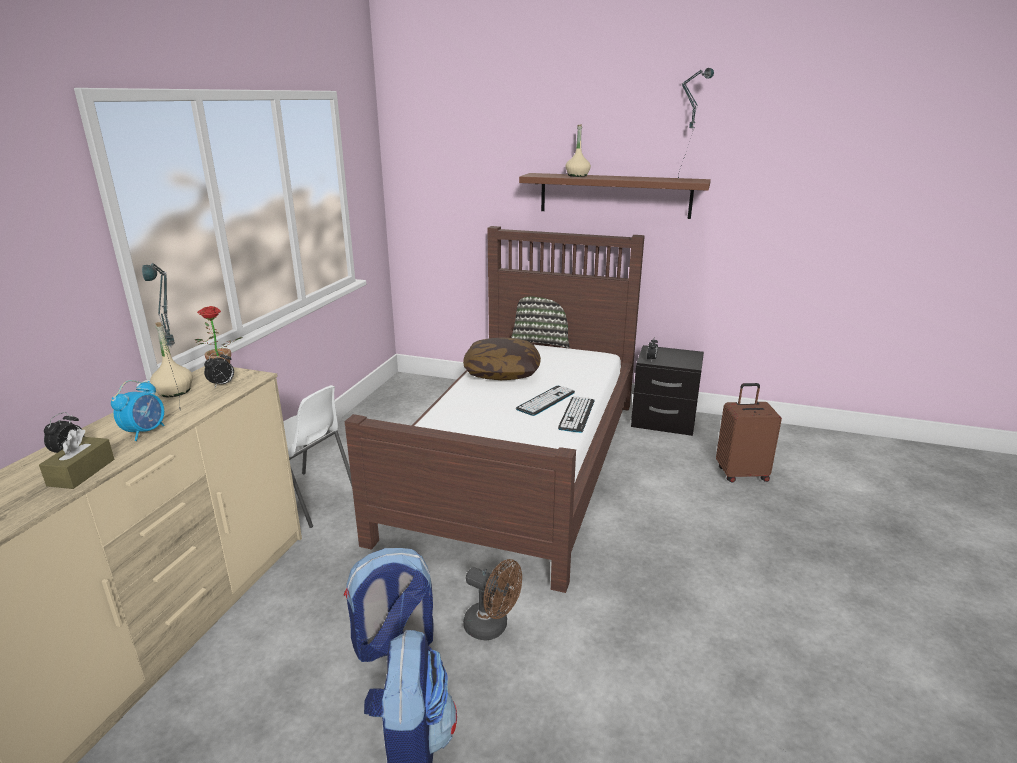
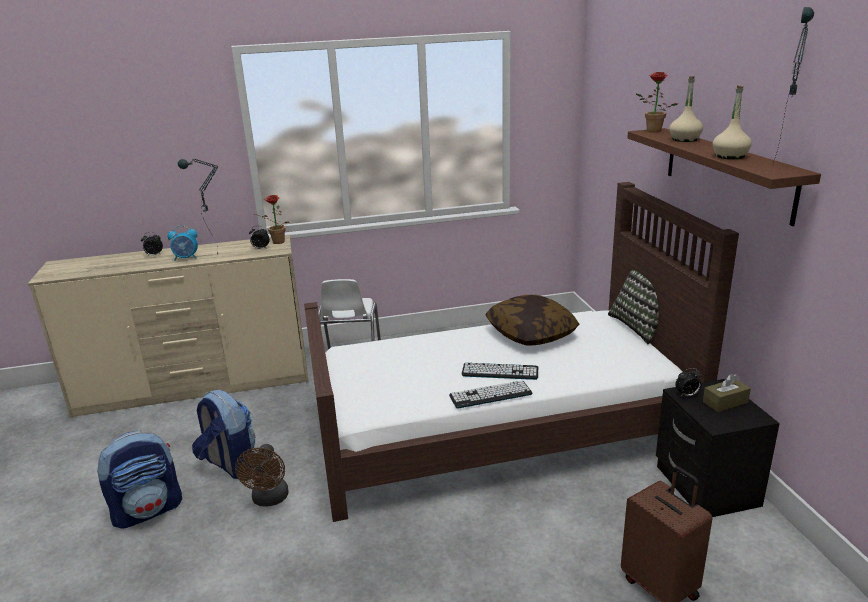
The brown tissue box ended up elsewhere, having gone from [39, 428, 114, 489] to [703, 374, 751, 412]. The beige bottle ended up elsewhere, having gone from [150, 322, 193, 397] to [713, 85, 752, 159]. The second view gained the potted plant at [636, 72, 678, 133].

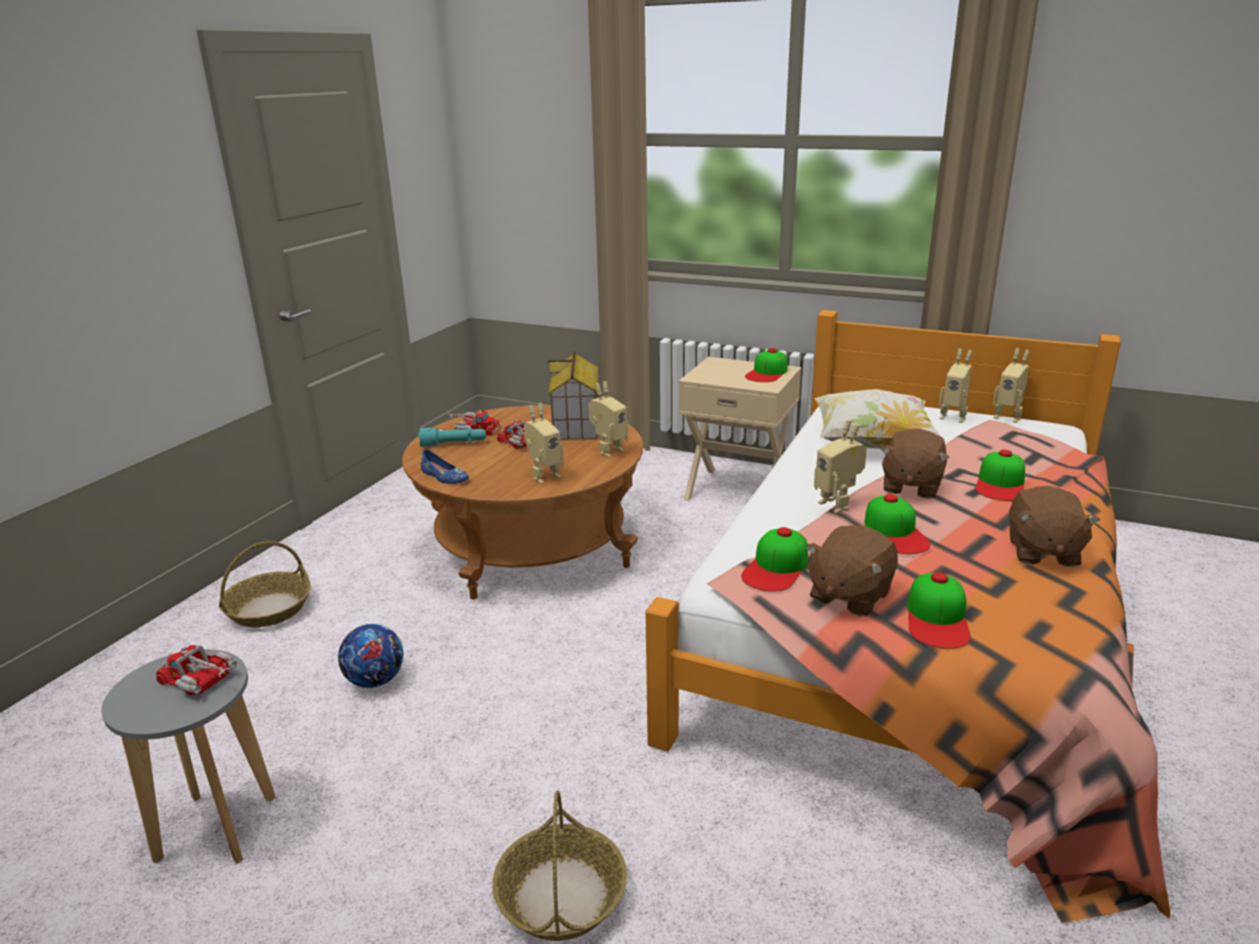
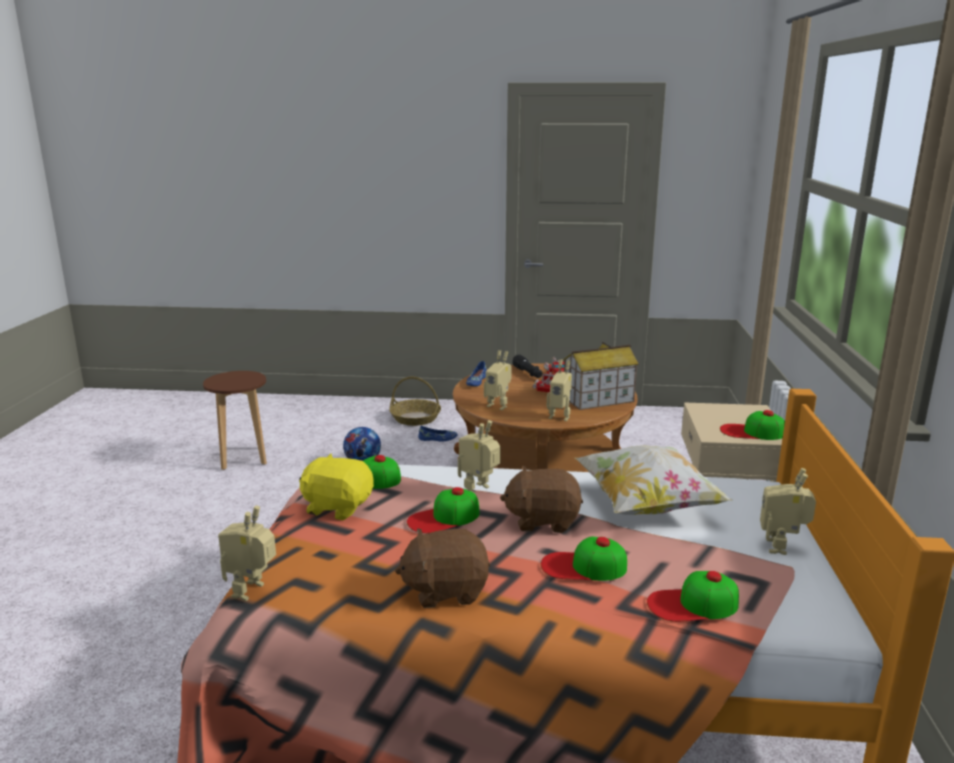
What was the grey stool at [102, 649, 276, 864] turned into the brown stool at [203, 371, 267, 470]. The second view lost the toy truck at [156, 645, 237, 695]. What was the turquoise flashlight at [418, 427, 486, 447] turned into the black flashlight at [512, 355, 542, 378]. The second view lost the basket at [492, 791, 627, 941]. What was the brown plush toy at [805, 525, 898, 616] turned into the yellow plush toy at [299, 454, 374, 520]. The cap ended up elsewhere, having gone from [907, 572, 971, 649] to [647, 571, 739, 622]. The toy robot ended up elsewhere, having gone from [993, 348, 1030, 423] to [218, 505, 276, 601]. The second view gained the blue shoe at [418, 426, 458, 442].

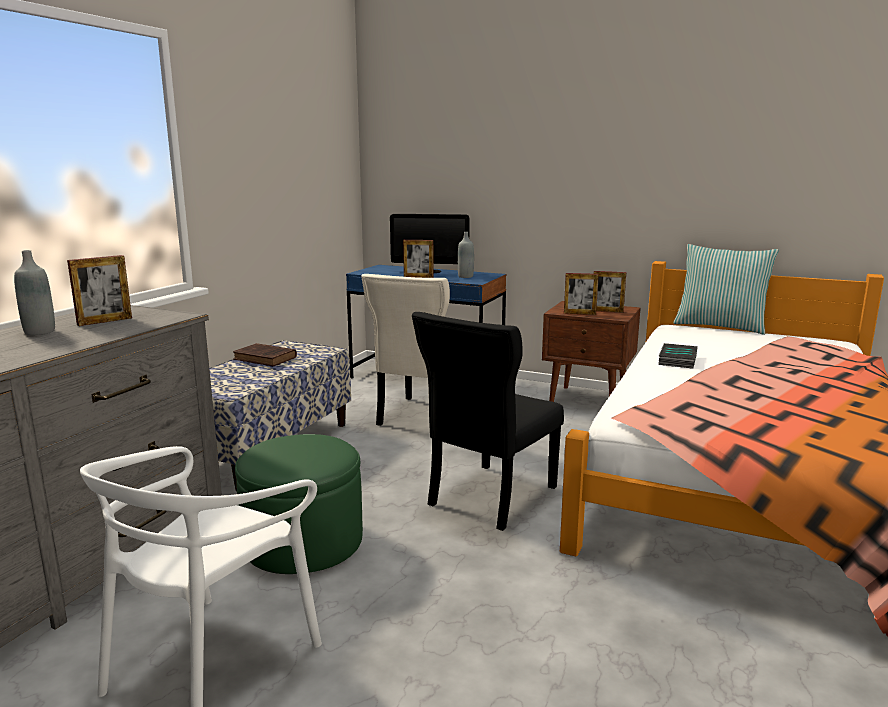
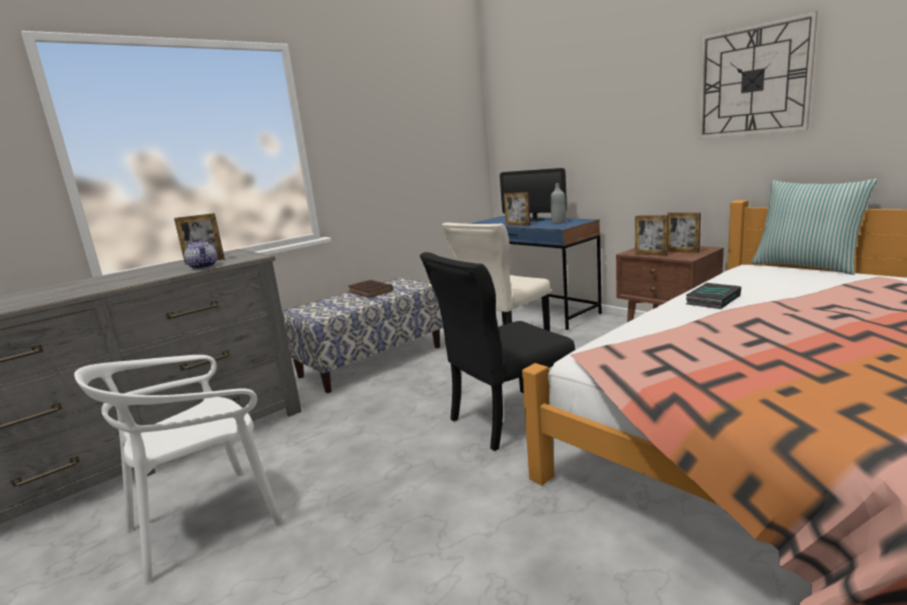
The second view lost the grey bottle at [14, 250, 55, 335]. The second view lost the green ottoman at [235, 434, 363, 574]. The second view gained the teapot at [184, 238, 217, 269]. The second view gained the wall clock at [699, 11, 818, 139].

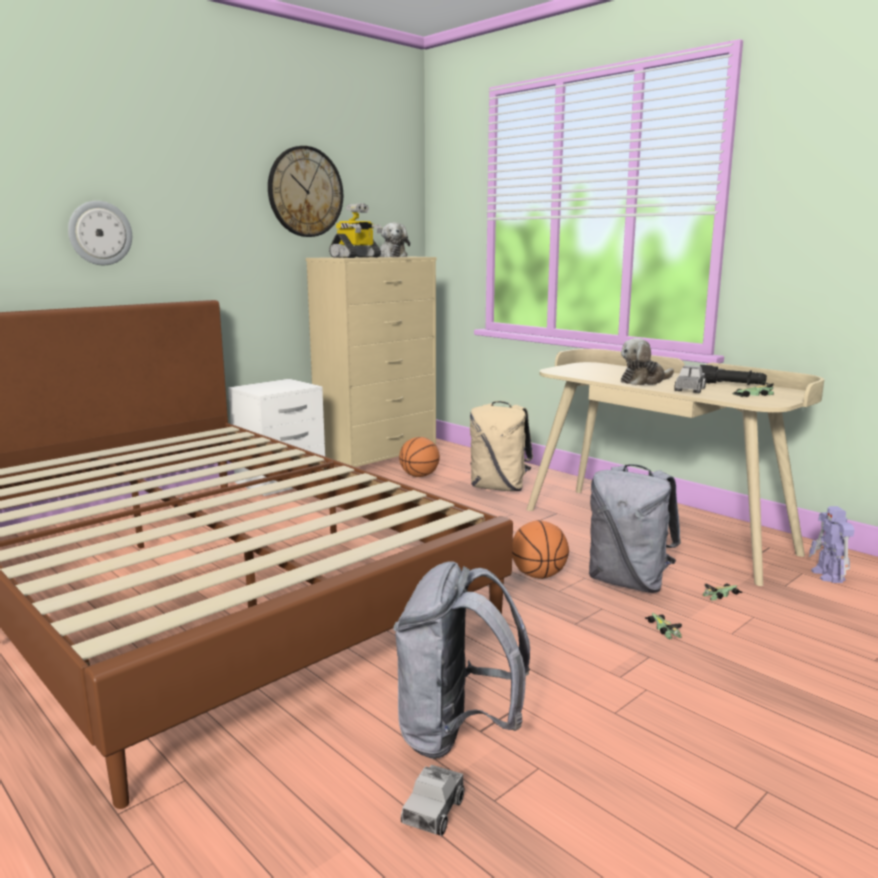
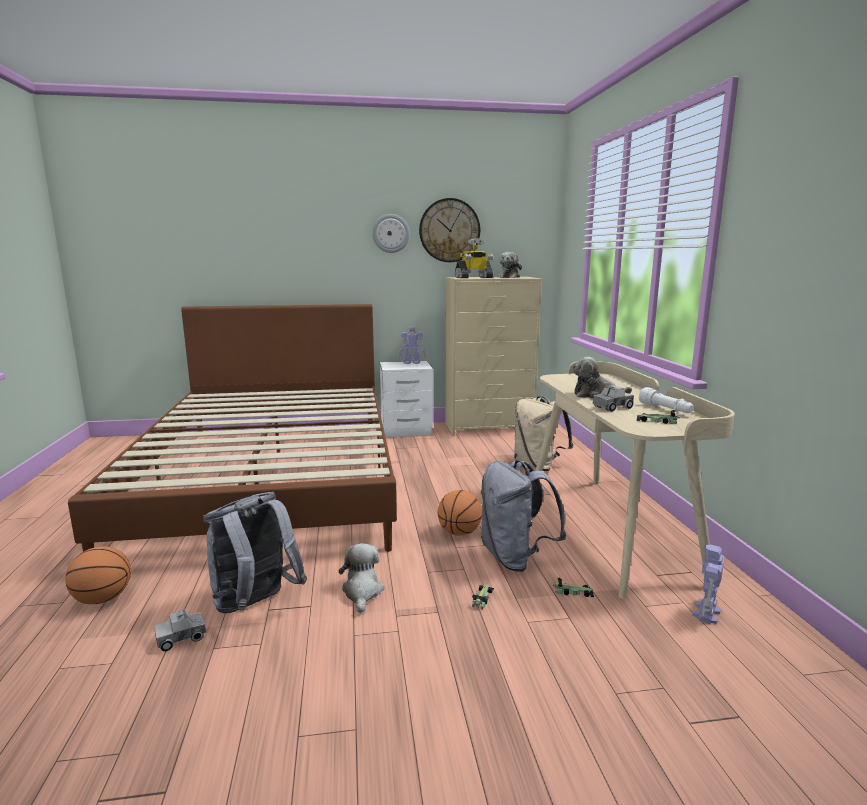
The wall clock ended up elsewhere, having gone from [68, 201, 132, 265] to [372, 214, 410, 253]. The basketball ended up elsewhere, having gone from [399, 437, 440, 477] to [65, 546, 131, 604]. What was the black flashlight at [701, 365, 767, 385] turned into the white flashlight at [639, 387, 694, 413]. The second view gained the plush toy at [339, 543, 384, 613]. The second view gained the toy robot at [399, 327, 426, 364].

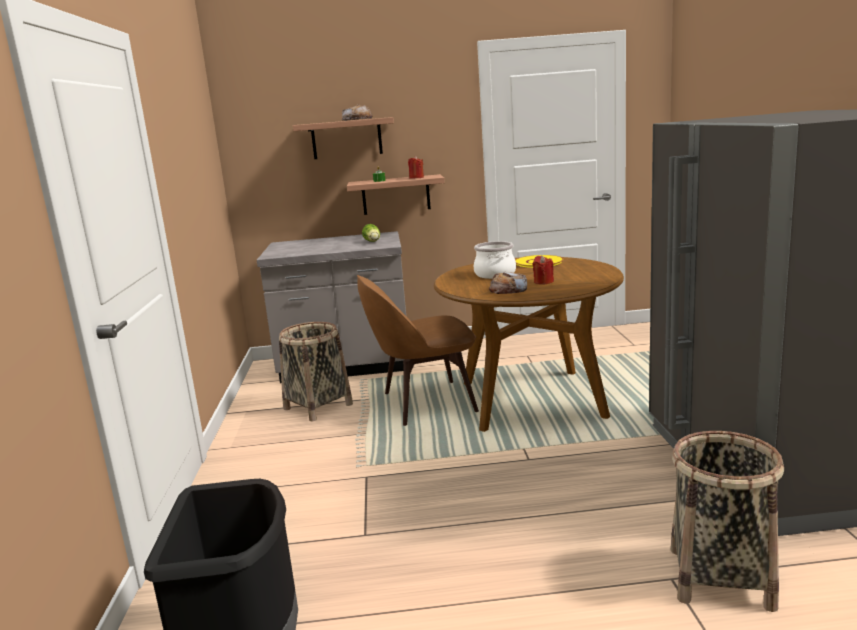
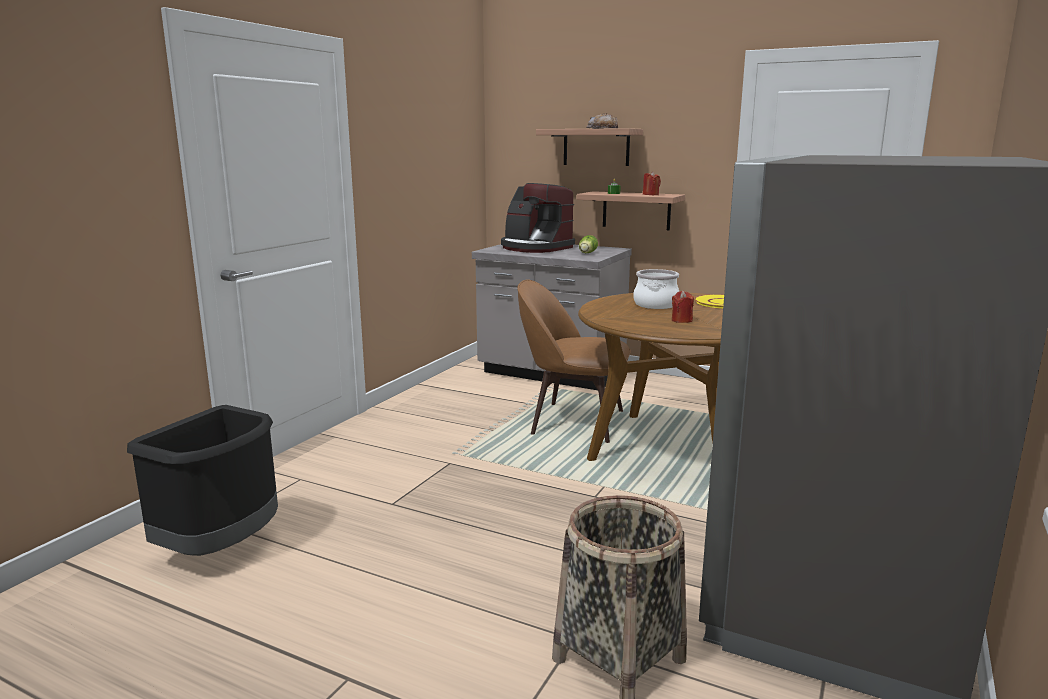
The second view lost the basket at [279, 322, 353, 421]. The second view lost the bread at [489, 272, 527, 294]. The second view gained the coffee machine at [501, 183, 575, 253].

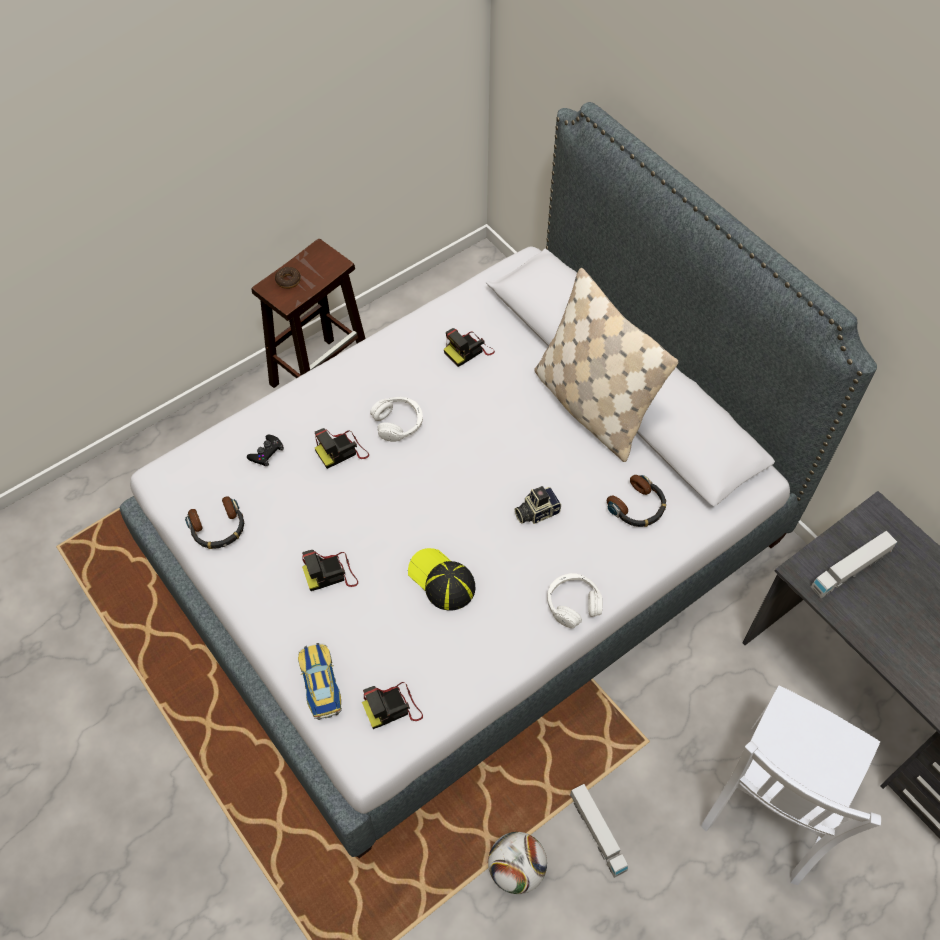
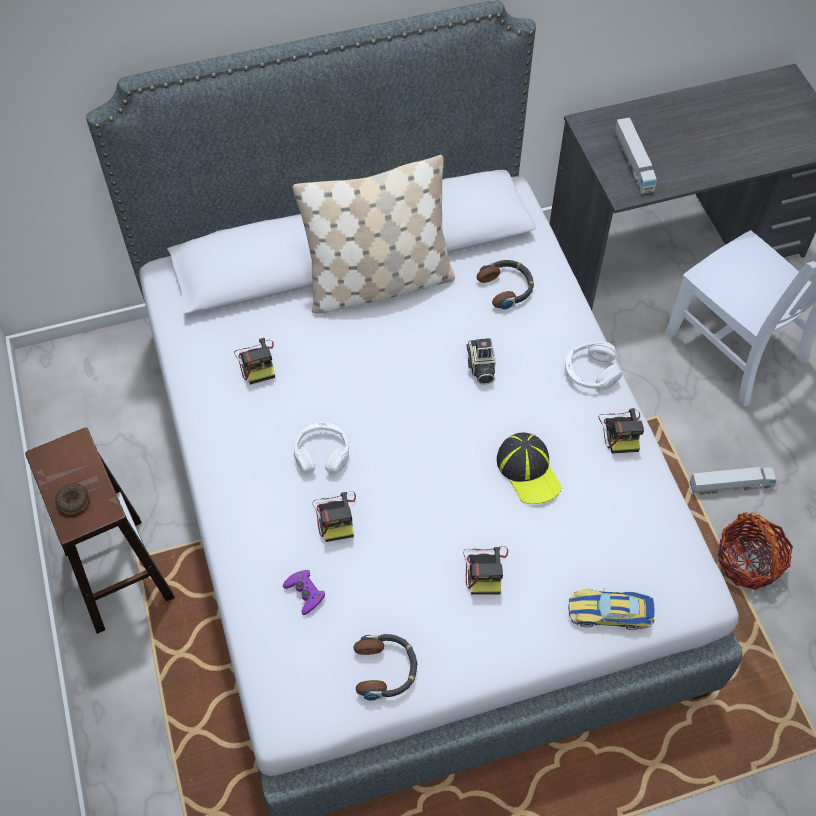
What was the black game controller at [247, 434, 284, 467] turned into the purple game controller at [283, 570, 325, 615]. The photo camera ended up elsewhere, having gone from [362, 682, 423, 729] to [599, 408, 644, 454]. The cap at [408, 548, 476, 611] ended up facing another way, 90 degrees counterclockwise from before. Where the football stood at [488, 832, 547, 894], the basket came to stand at [718, 512, 793, 590].

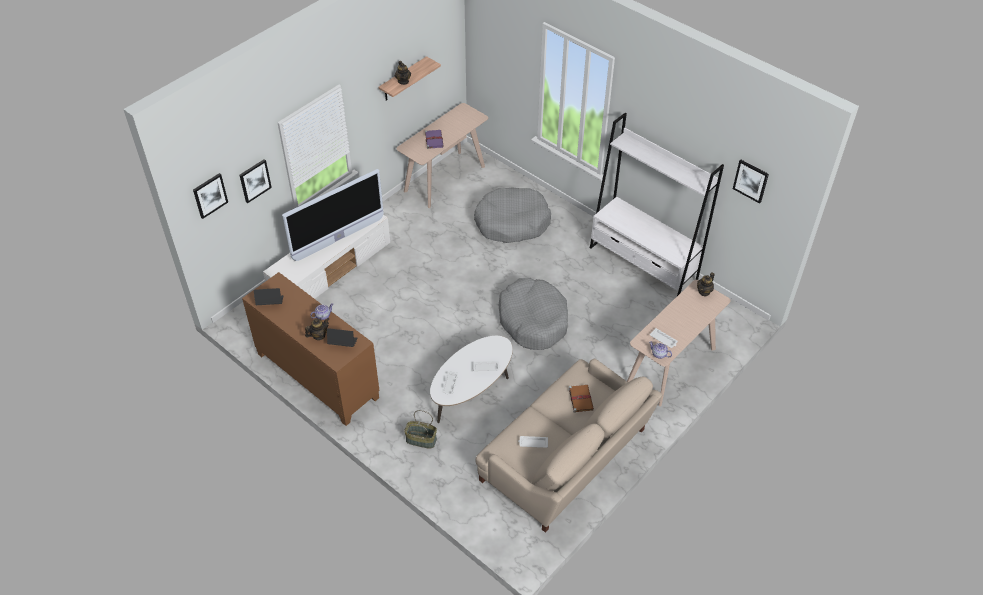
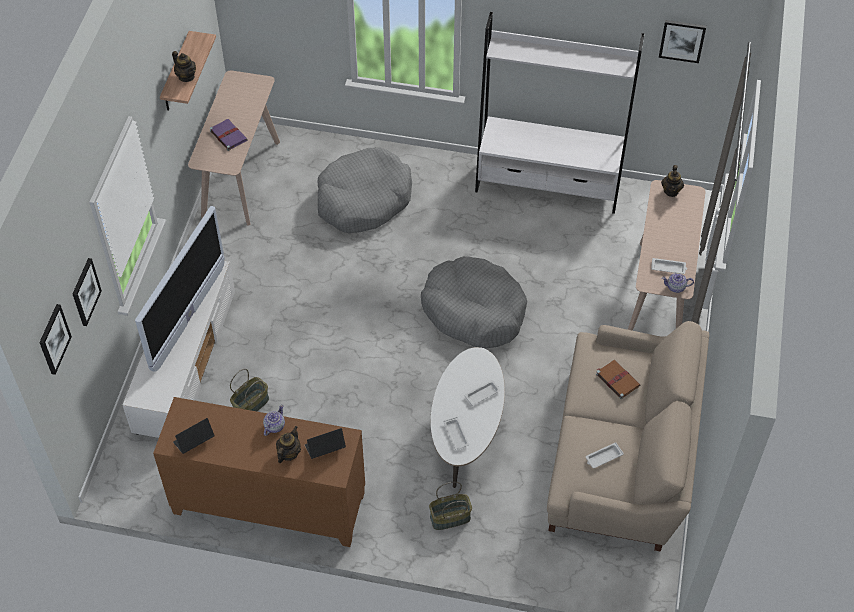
The second view gained the basket at [230, 369, 269, 411].

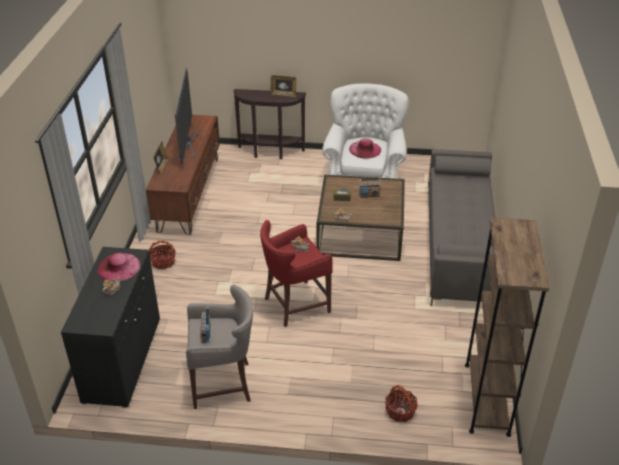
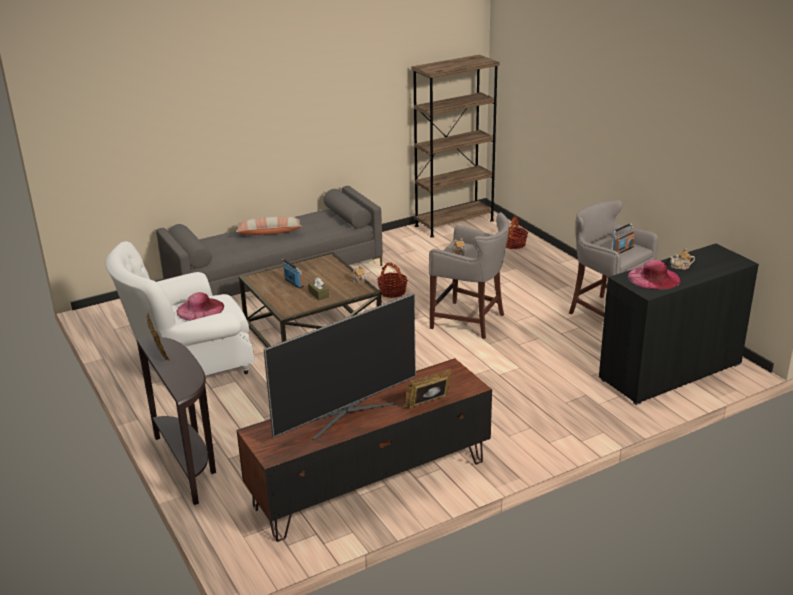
The basket ended up elsewhere, having gone from [149, 240, 176, 269] to [377, 263, 408, 298]. What was the red stool at [260, 220, 332, 327] turned into the grey stool at [429, 212, 509, 339]. The second view gained the pillow at [236, 217, 302, 235].

